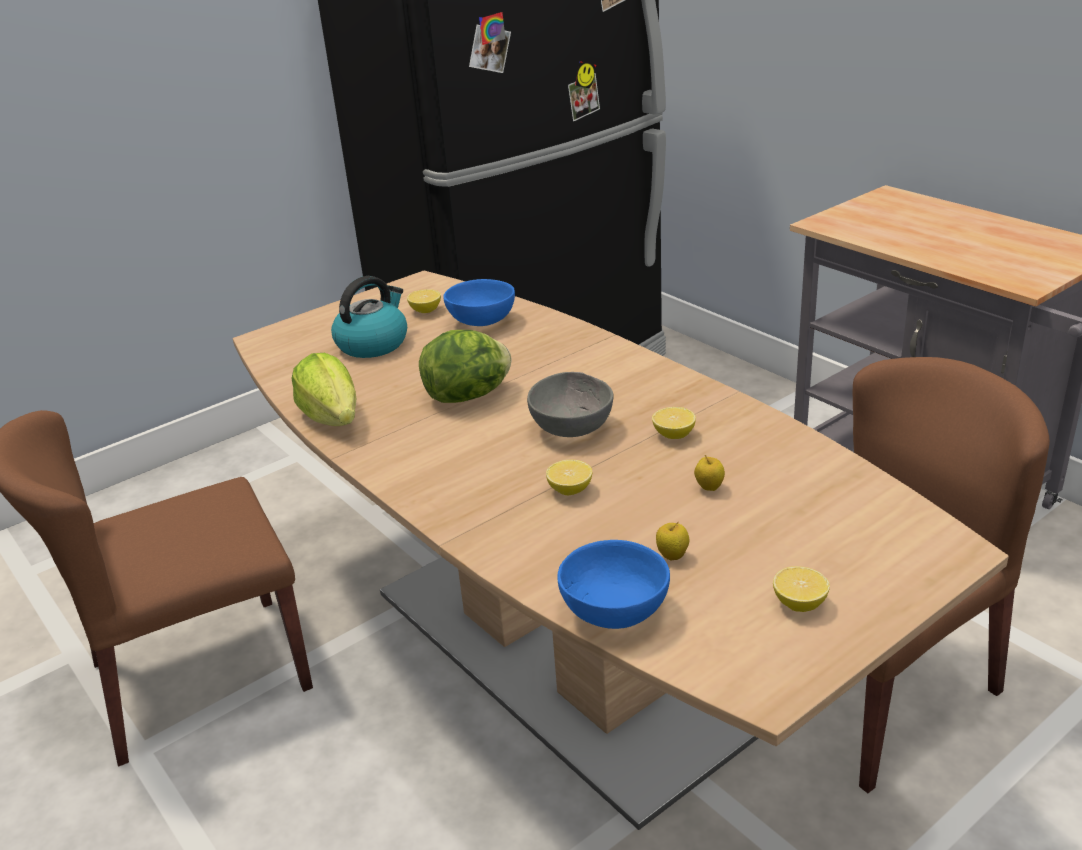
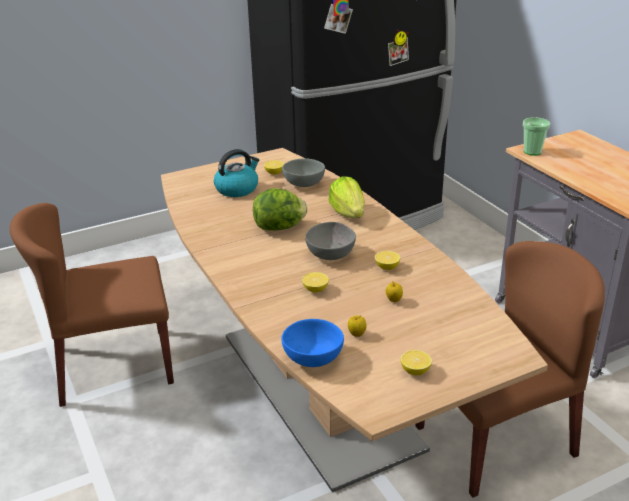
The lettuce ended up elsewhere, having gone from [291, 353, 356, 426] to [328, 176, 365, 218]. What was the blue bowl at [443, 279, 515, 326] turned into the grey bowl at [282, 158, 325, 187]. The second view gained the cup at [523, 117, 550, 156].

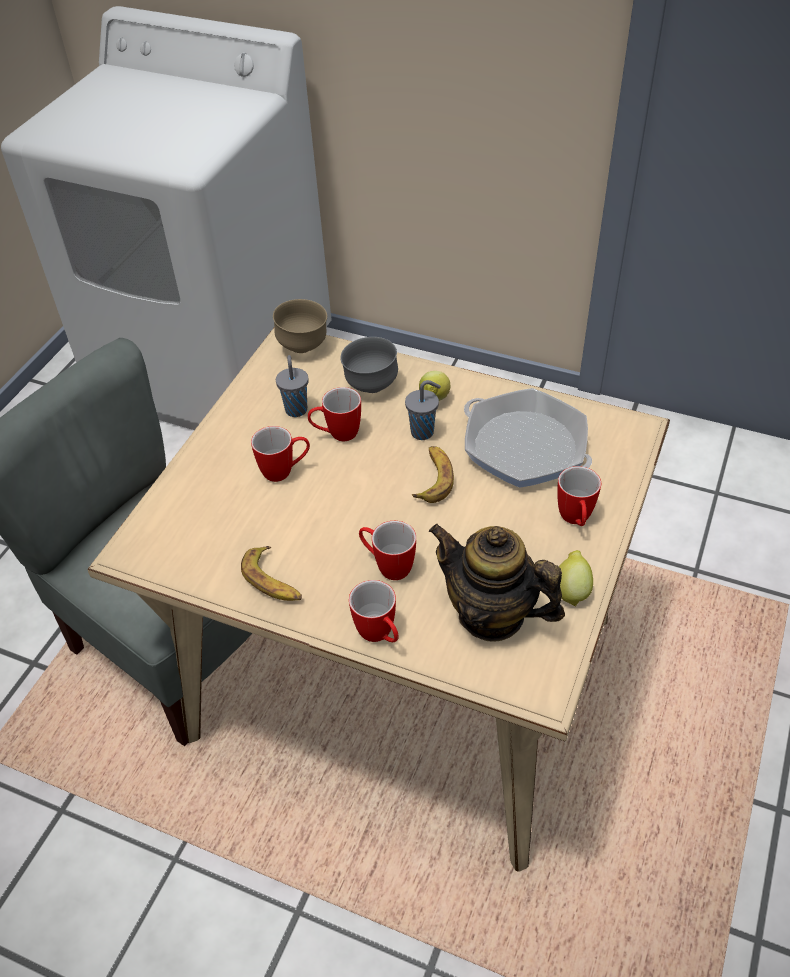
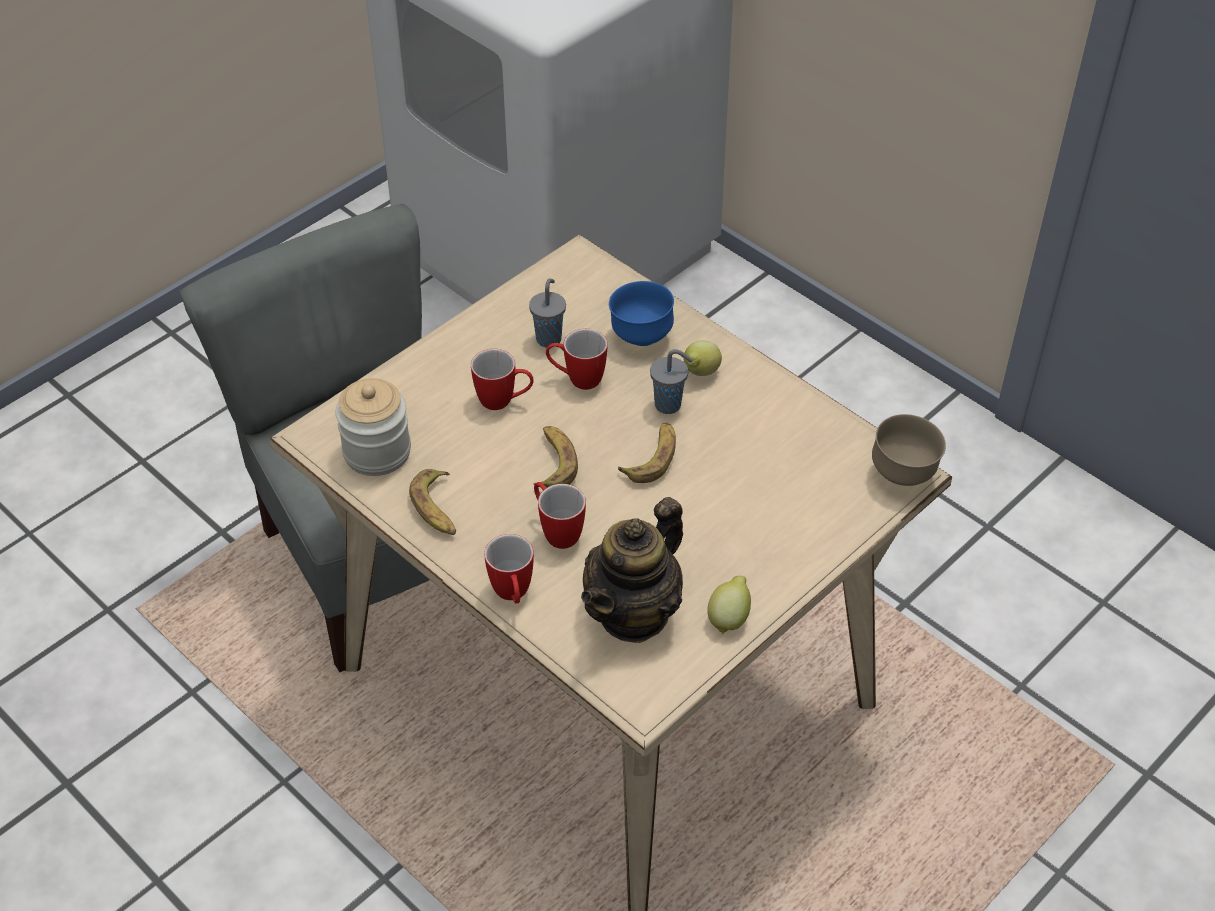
The brown bowl ended up elsewhere, having gone from [273, 299, 327, 353] to [872, 414, 946, 486]. What was the grey bowl at [340, 337, 398, 393] turned into the blue bowl at [609, 281, 674, 346]. The teapot at [429, 524, 565, 642] ended up facing another way, 105 degrees counterclockwise from before. The second view lost the frying pan at [464, 388, 592, 488]. The second view lost the mug at [557, 466, 601, 526]. The second view gained the jar at [336, 378, 411, 476]. The second view gained the banana at [533, 426, 578, 487].

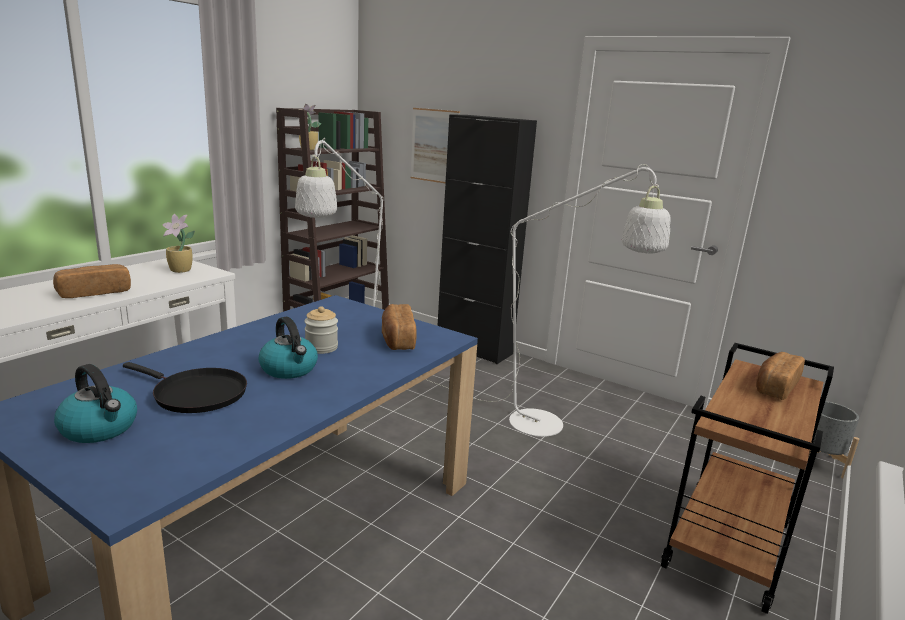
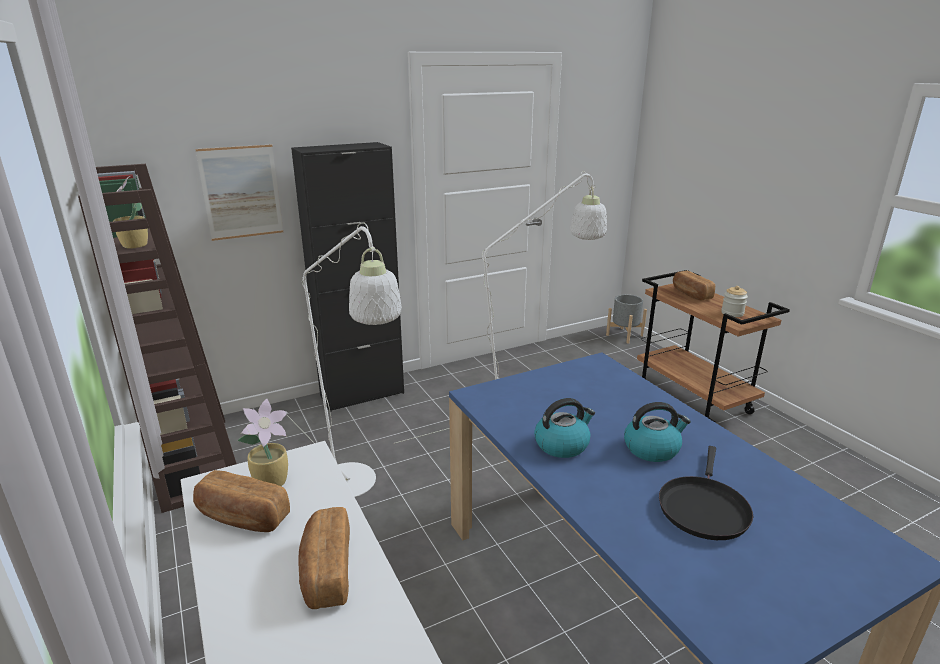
The kettle ended up elsewhere, having gone from [54, 364, 137, 443] to [534, 398, 595, 458]. The black frying pan at [123, 362, 247, 413] ended up facing another way, 150 degrees clockwise from before. The jar ended up elsewhere, having gone from [305, 306, 338, 354] to [721, 286, 748, 317]. The bread ended up elsewhere, having gone from [382, 304, 417, 350] to [193, 470, 290, 532].

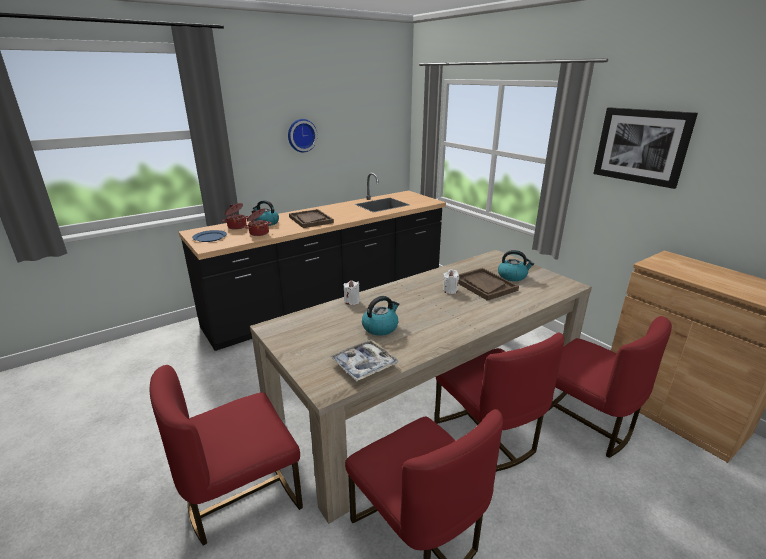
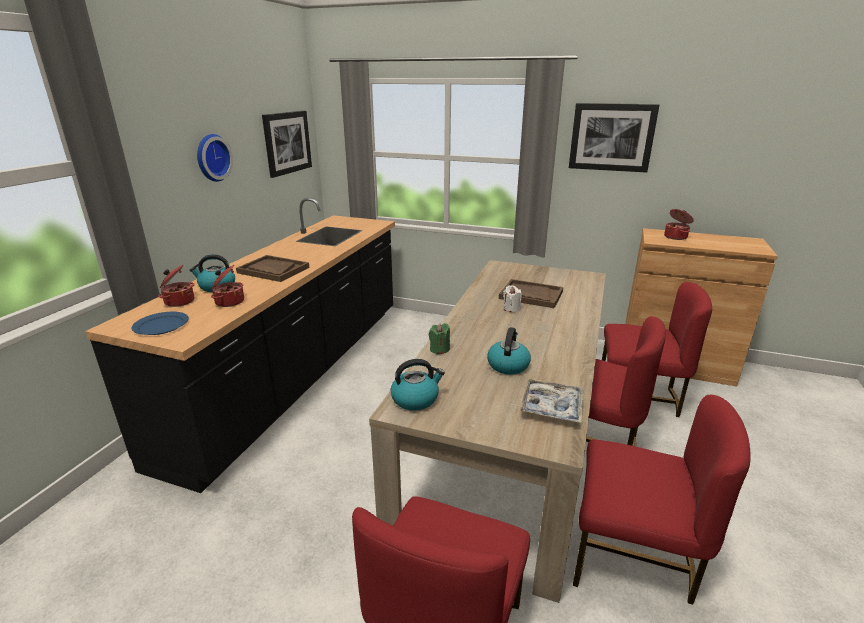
What was the white candle at [344, 280, 360, 305] turned into the green candle at [429, 323, 450, 354]. The kettle ended up elsewhere, having gone from [498, 250, 534, 281] to [390, 359, 445, 411]. The second view gained the picture at [262, 111, 312, 178]. The second view gained the cooking pot at [664, 209, 694, 240].

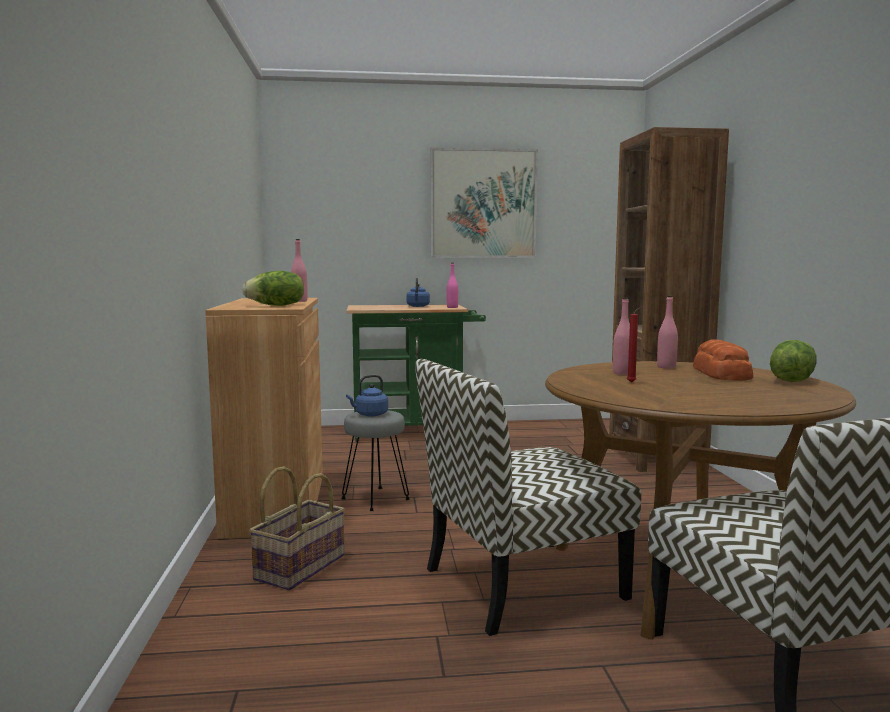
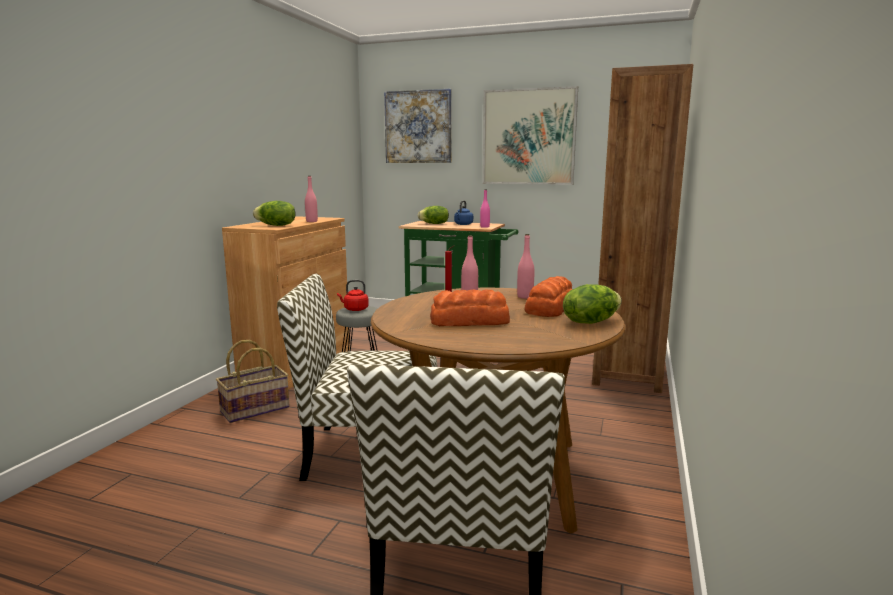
What was the blue kettle at [346, 375, 388, 417] turned into the red kettle at [337, 280, 369, 311]. The second view gained the picture at [384, 89, 452, 163]. The second view gained the lettuce at [417, 206, 449, 224]. The second view gained the bread at [430, 289, 510, 326].

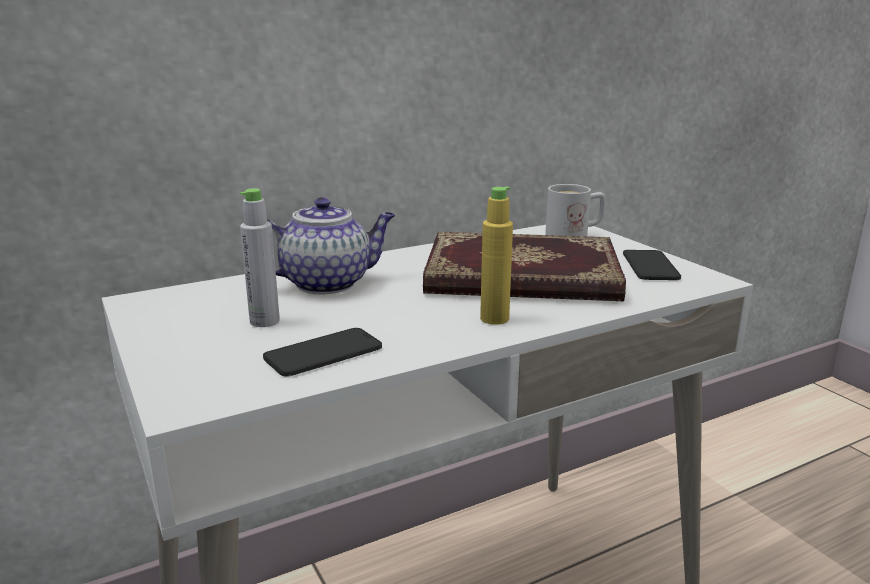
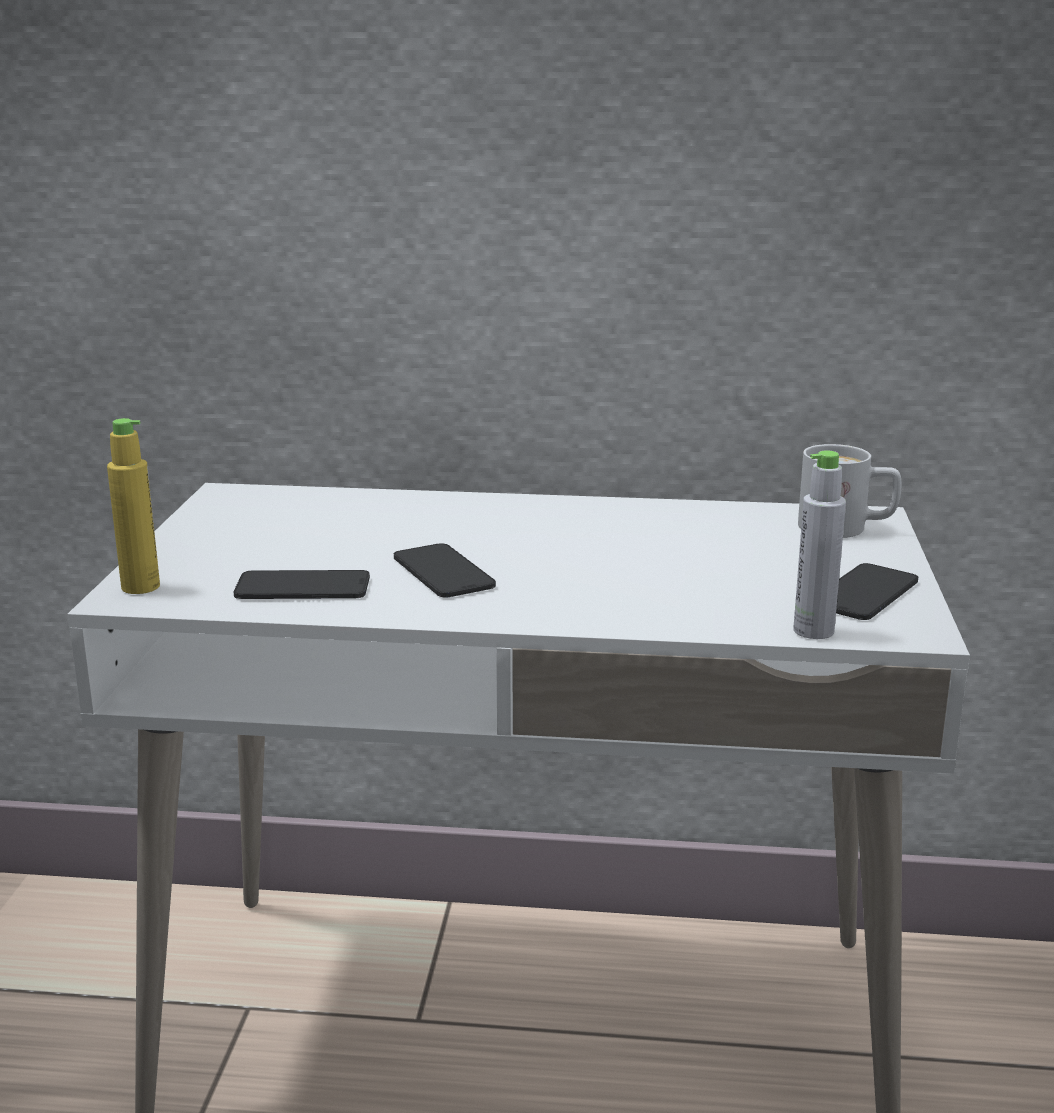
The grey bottle ended up elsewhere, having gone from [240, 188, 280, 327] to [793, 450, 846, 639]. The second view lost the teapot at [267, 197, 395, 294]. The second view lost the book at [423, 232, 626, 301]. The yellow bottle ended up elsewhere, having gone from [480, 187, 513, 325] to [107, 418, 160, 594]. The second view gained the phone at [394, 543, 496, 598].

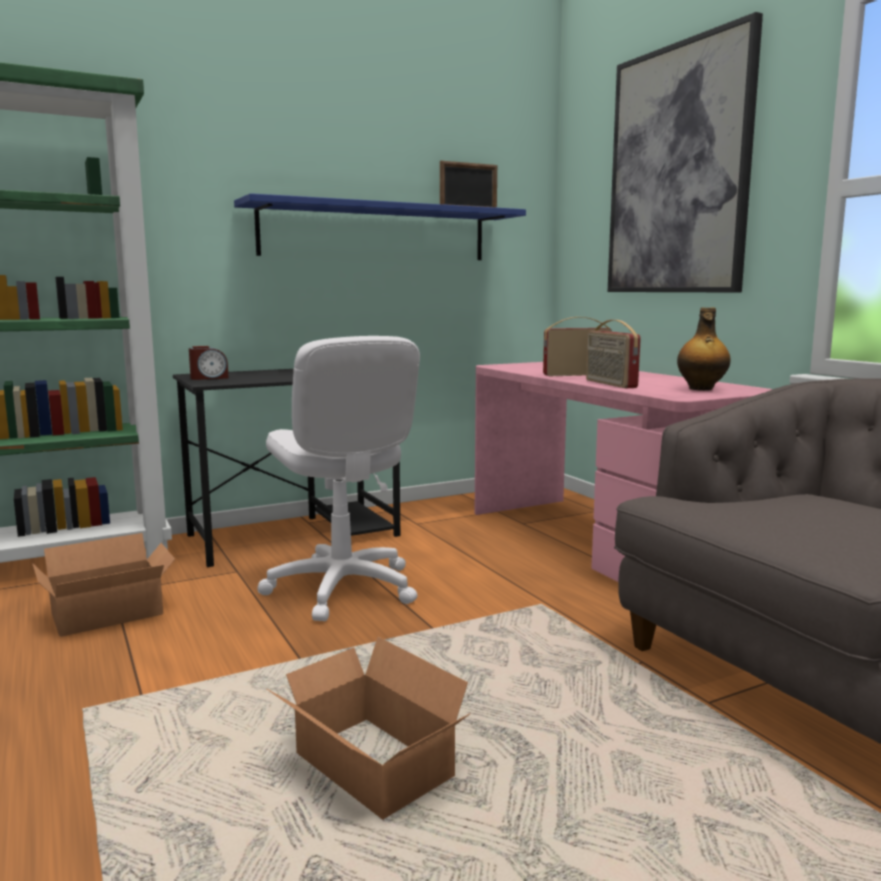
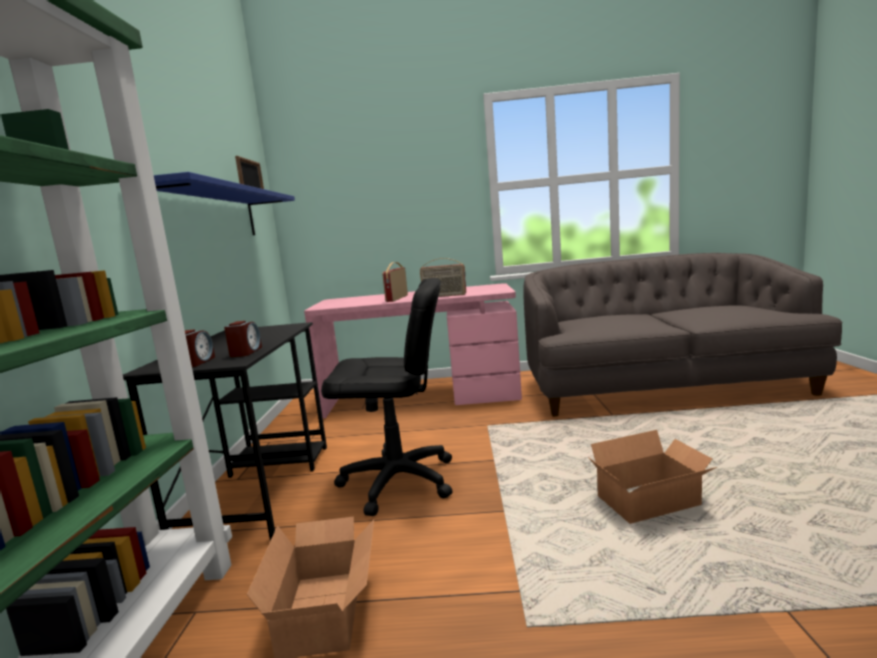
What was the white office chair at [257, 336, 420, 621] turned into the black office chair at [321, 278, 452, 516]. The second view lost the picture at [607, 12, 763, 292]. The second view lost the bottle at [677, 307, 731, 391]. The second view gained the alarm clock at [224, 321, 262, 357].

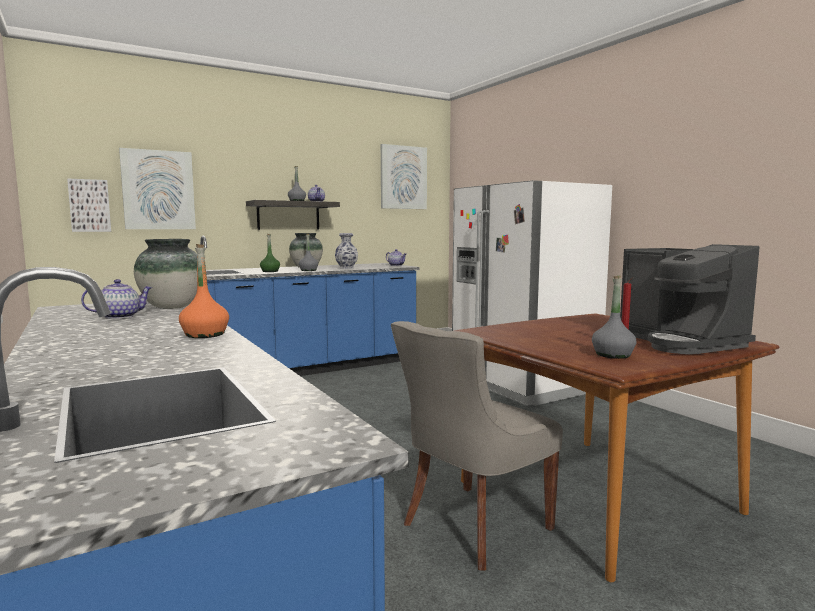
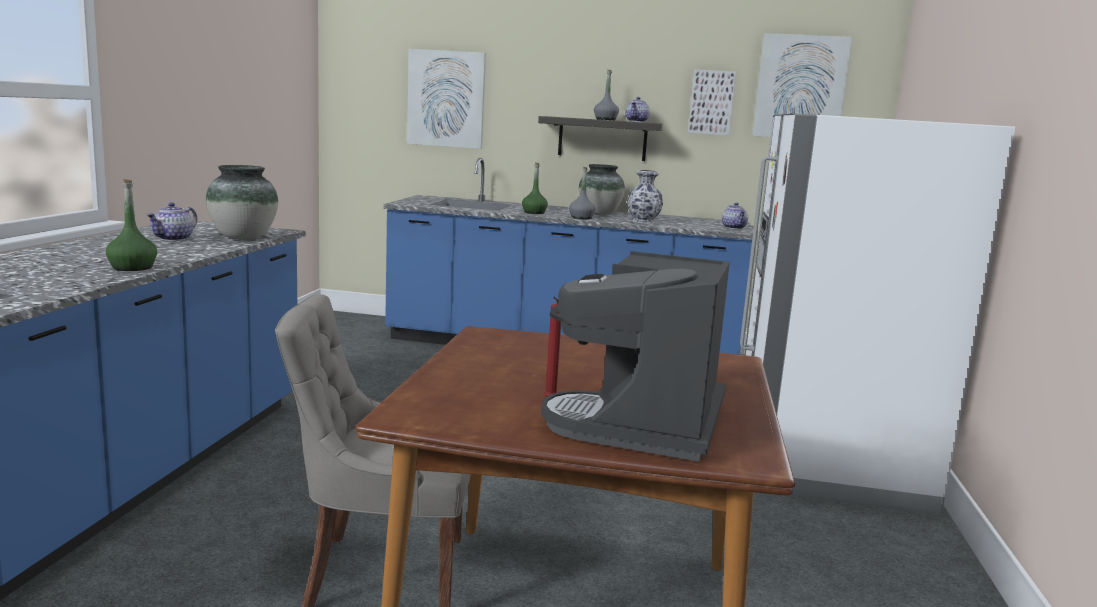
The picture ended up elsewhere, having gone from [67, 179, 111, 232] to [688, 70, 736, 135]. The teapot at [81, 279, 153, 319] ended up facing another way, 105 degrees clockwise from before. What was the orange bottle at [179, 244, 229, 338] turned into the green bottle at [106, 179, 157, 271]. The second view lost the grey bottle at [592, 276, 636, 359].

